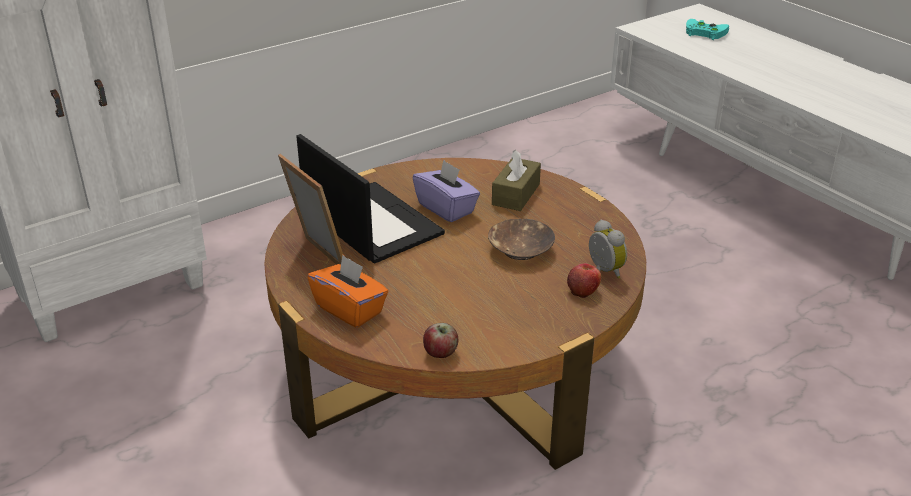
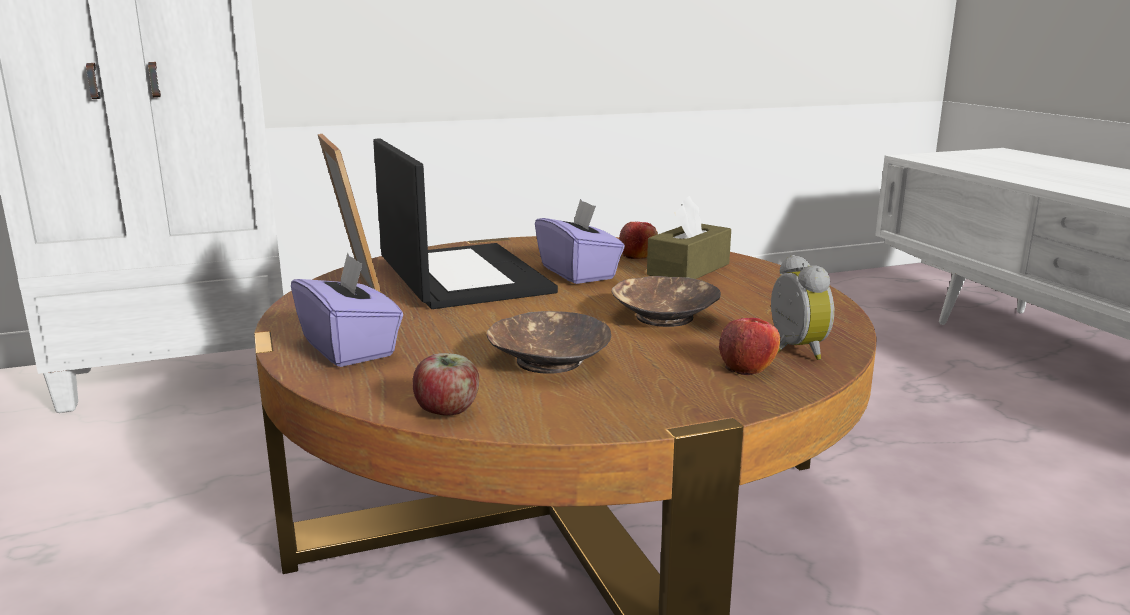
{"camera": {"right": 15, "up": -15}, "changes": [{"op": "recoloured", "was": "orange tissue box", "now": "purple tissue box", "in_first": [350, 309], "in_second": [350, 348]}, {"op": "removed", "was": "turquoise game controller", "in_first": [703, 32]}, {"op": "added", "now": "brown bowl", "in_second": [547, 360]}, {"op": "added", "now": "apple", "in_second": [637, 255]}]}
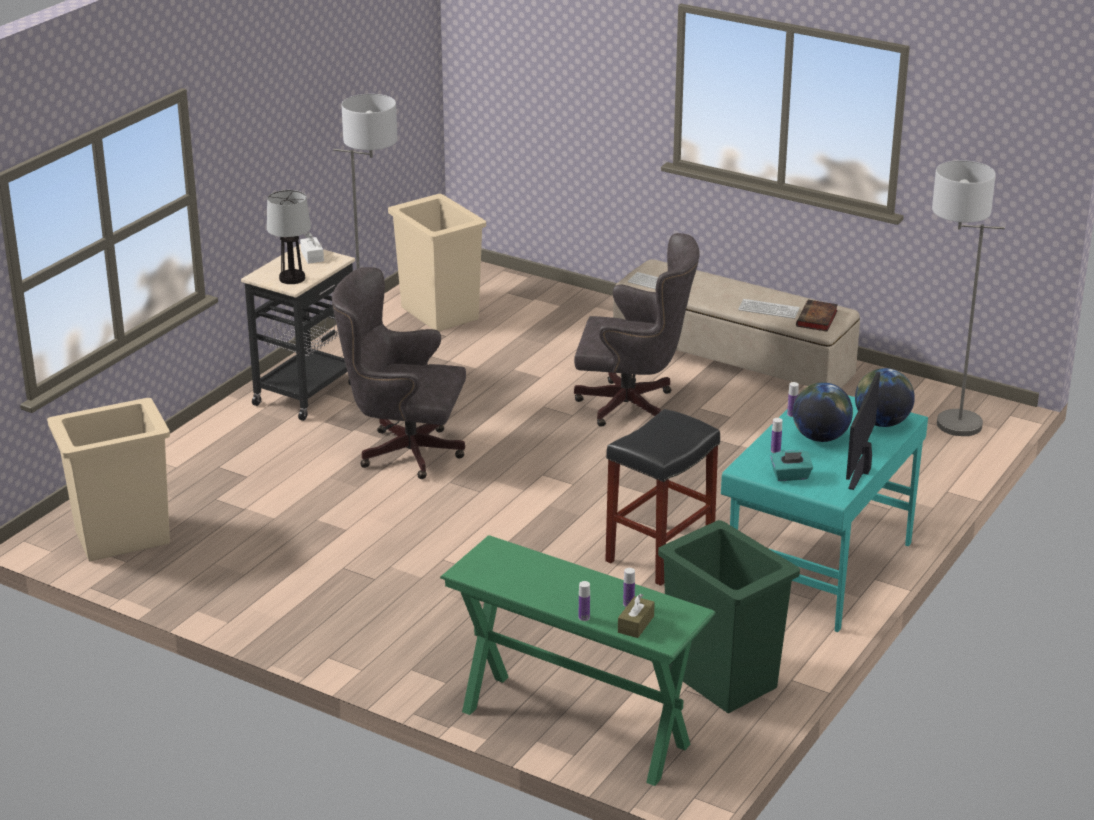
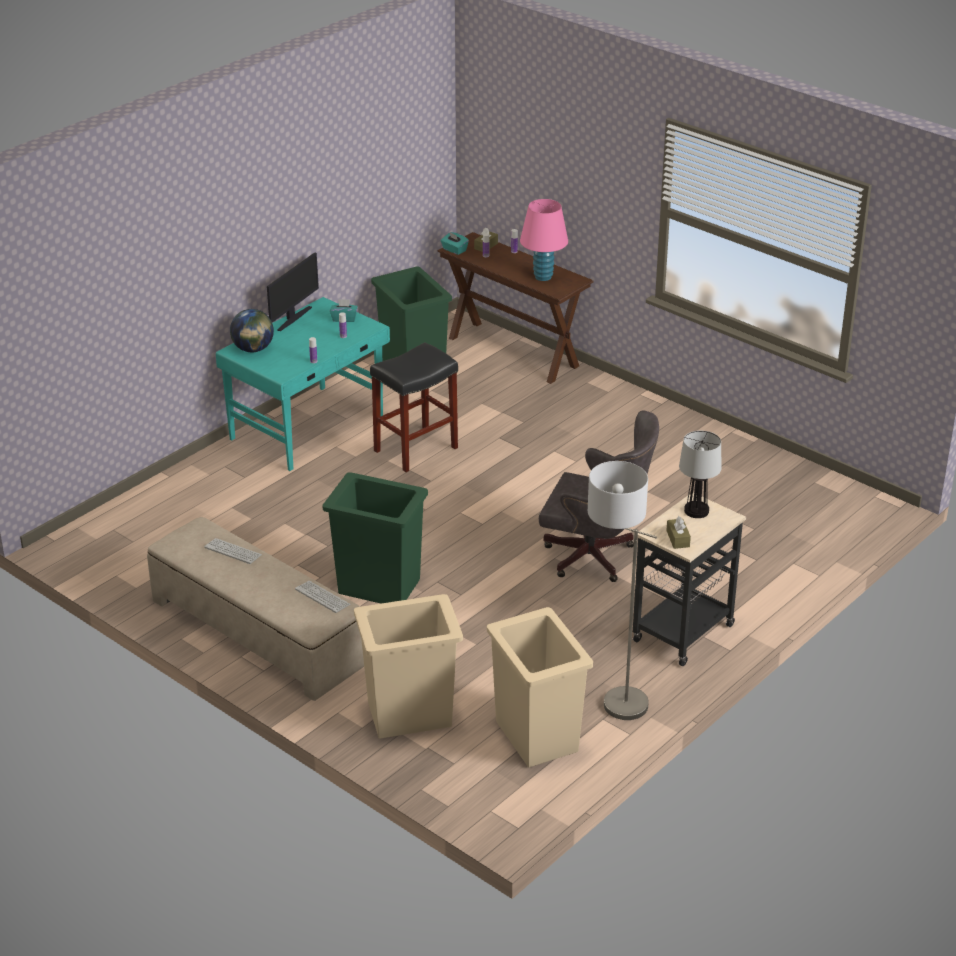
{"camera": {"right": -170, "up": 5}, "changes": [{"op": "moved", "was": "beige trash can", "in_first": [121, 537], "in_second": [411, 715]}, {"op": "recoloured", "was": "white tissue box", "now": "brown tissue box", "in_first": [312, 256], "in_second": [678, 539]}, {"op": "recoloured", "was": "green console table", "now": "brown console table", "in_first": [574, 727], "in_second": [513, 352]}, {"op": "replaced", "was": "grey office chair", "now": "green trash can", "in_first": [633, 406], "in_second": [378, 586]}, {"op": "removed", "was": "globe", "in_first": [820, 437]}, {"op": "removed", "was": "book", "in_first": [817, 319]}, {"op": "removed", "was": "grey floor lamp", "in_first": [945, 424]}, {"op": "added", "now": "turquoise tissue box", "in_second": [454, 250]}, {"op": "added", "now": "pink table lamp", "in_second": [543, 277]}]}
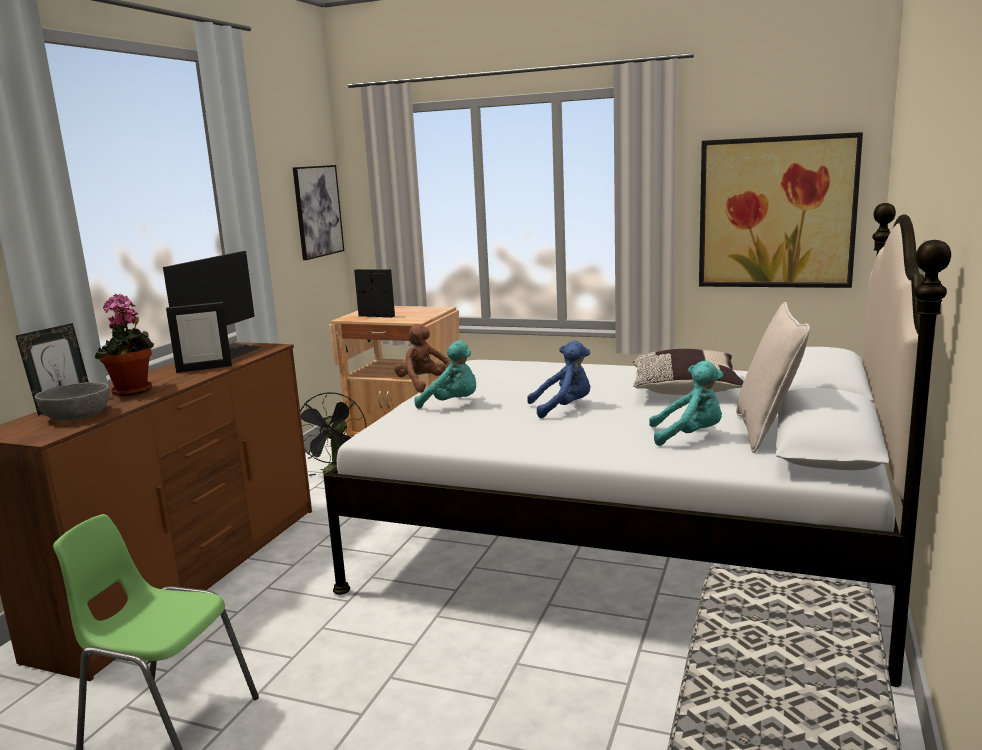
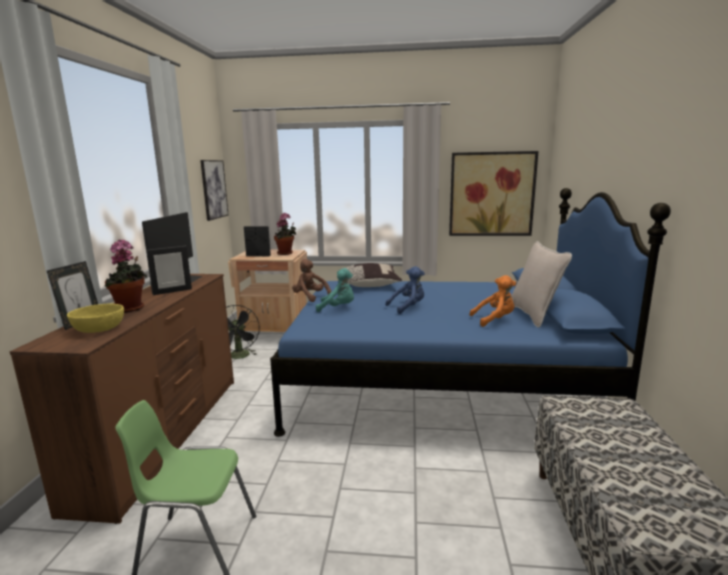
{"camera": {"right": -15, "up": 0}, "changes": [{"op": "recoloured", "was": "grey bowl", "now": "yellow bowl", "in_first": [77, 415], "in_second": [99, 328]}, {"op": "recoloured", "was": "white bed", "now": "blue bed", "in_first": [623, 544], "in_second": [438, 386]}, {"op": "moved", "was": "pillow", "in_first": [684, 390], "in_second": [370, 285]}, {"op": "recoloured", "was": "turquoise plush toy", "now": "orange plush toy", "in_first": [689, 436], "in_second": [495, 320]}, {"op": "added", "now": "potted plant", "in_second": [286, 253]}]}
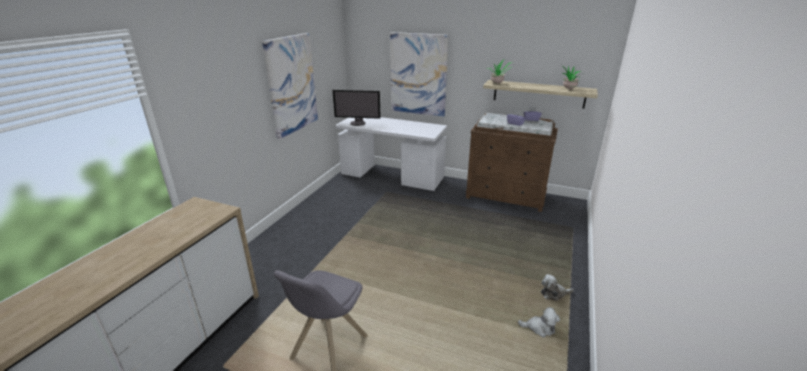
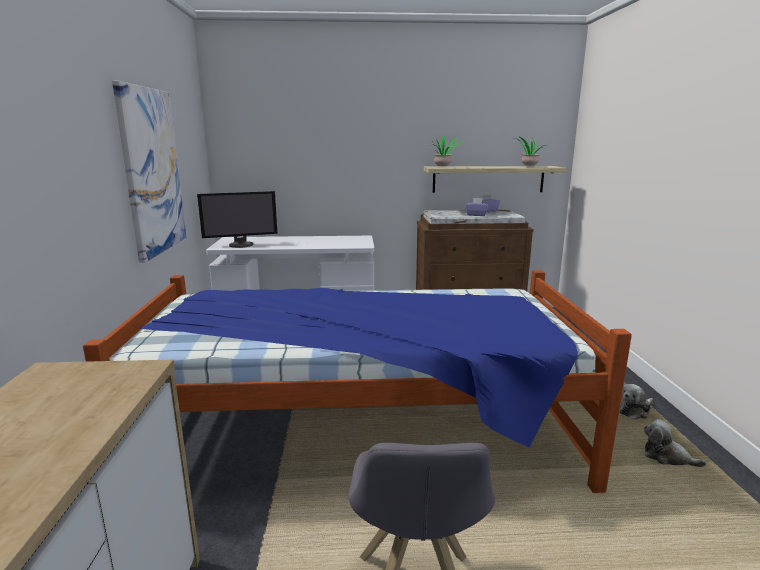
{"camera": {"right": -25, "up": -10}, "changes": [{"op": "removed", "was": "picture", "in_first": [418, 74]}, {"op": "turned", "was": "plush toy", "in_first": [539, 328], "in_second": [667, 457], "clockwise": -135}, {"op": "added", "now": "bed", "in_second": [364, 438]}]}
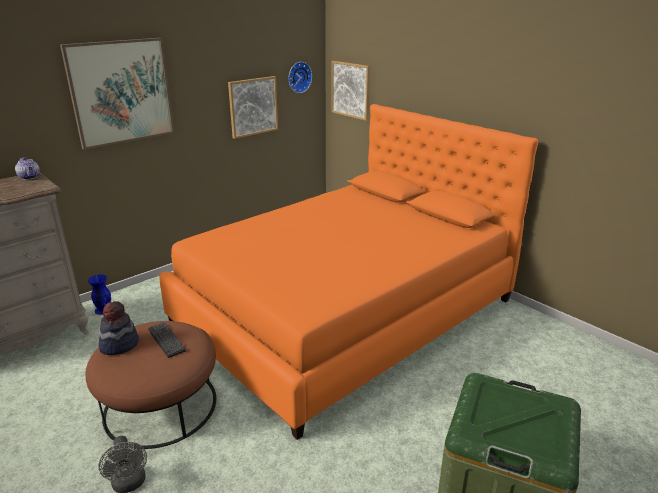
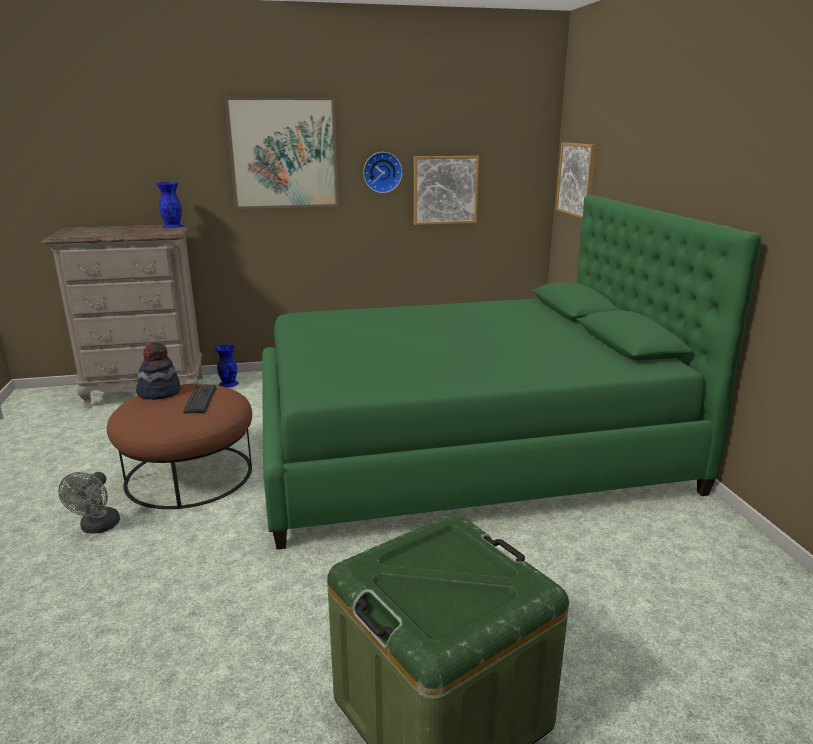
{"camera": {"right": 30, "up": -5}, "changes": [{"op": "replaced", "was": "teapot", "now": "blue vase", "in_first": [30, 177], "in_second": [173, 226]}, {"op": "recoloured", "was": "orange bed", "now": "green bed", "in_first": [345, 311], "in_second": [463, 447]}, {"op": "moved", "was": "wall clock", "in_first": [298, 77], "in_second": [382, 172]}]}
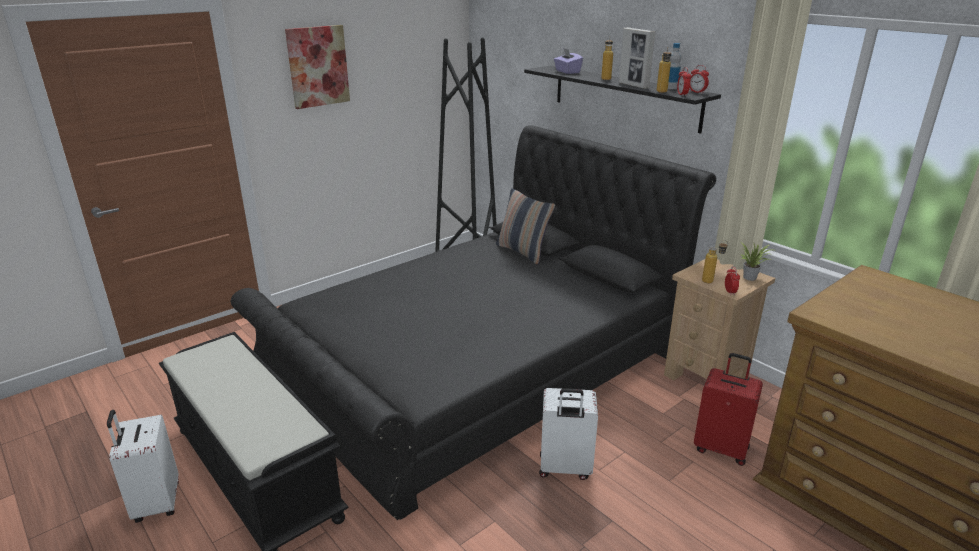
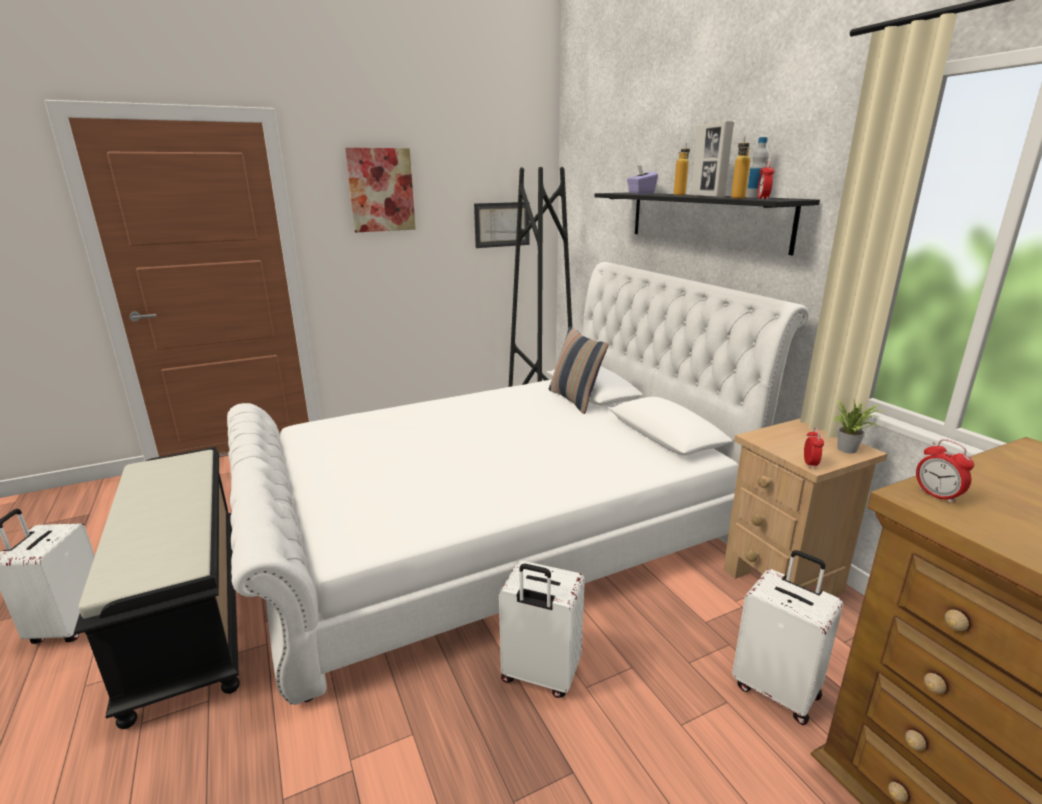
{"camera": {"right": 15, "up": -5}, "changes": [{"op": "recoloured", "was": "black bed", "now": "white bed", "in_first": [477, 365], "in_second": [495, 523]}, {"op": "moved", "was": "alarm clock", "in_first": [697, 92], "in_second": [937, 496]}, {"op": "recoloured", "was": "red suitcase", "now": "white suitcase", "in_first": [721, 448], "in_second": [777, 689]}, {"op": "removed", "was": "bottle", "in_first": [711, 281]}, {"op": "added", "now": "picture", "in_second": [502, 224]}]}
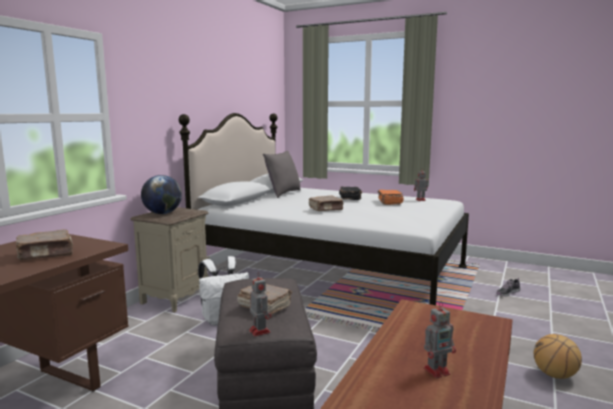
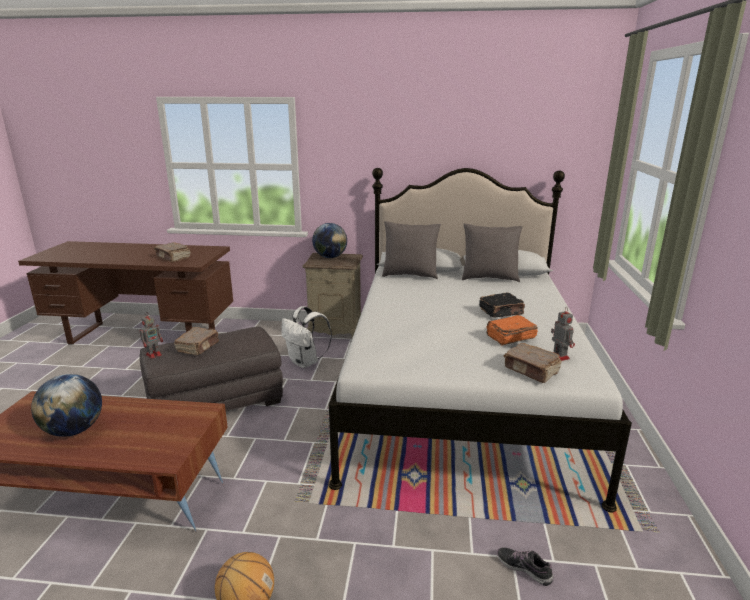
{"camera": {"right": 70, "up": 10}, "changes": [{"op": "moved", "was": "brown book", "in_first": [326, 209], "in_second": [531, 371]}, {"op": "replaced", "was": "toy robot", "now": "globe", "in_first": [437, 370], "in_second": [74, 430]}, {"op": "added", "now": "grey pillow", "in_second": [410, 275]}]}
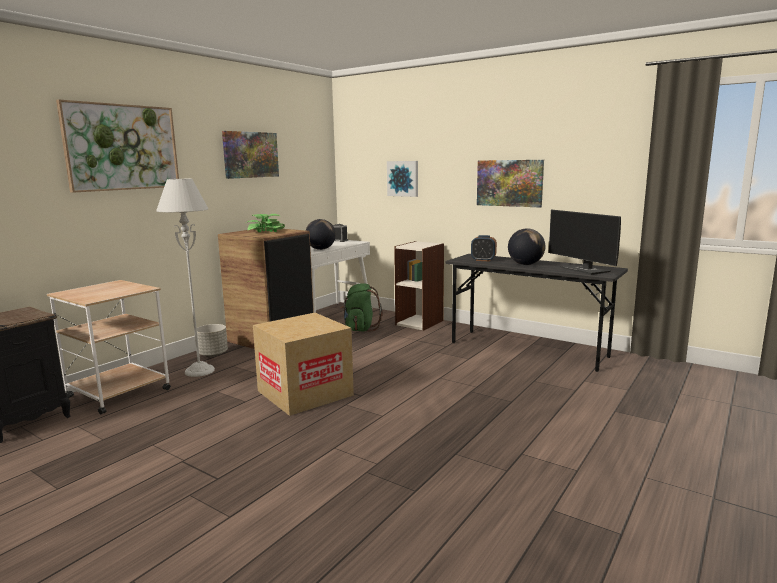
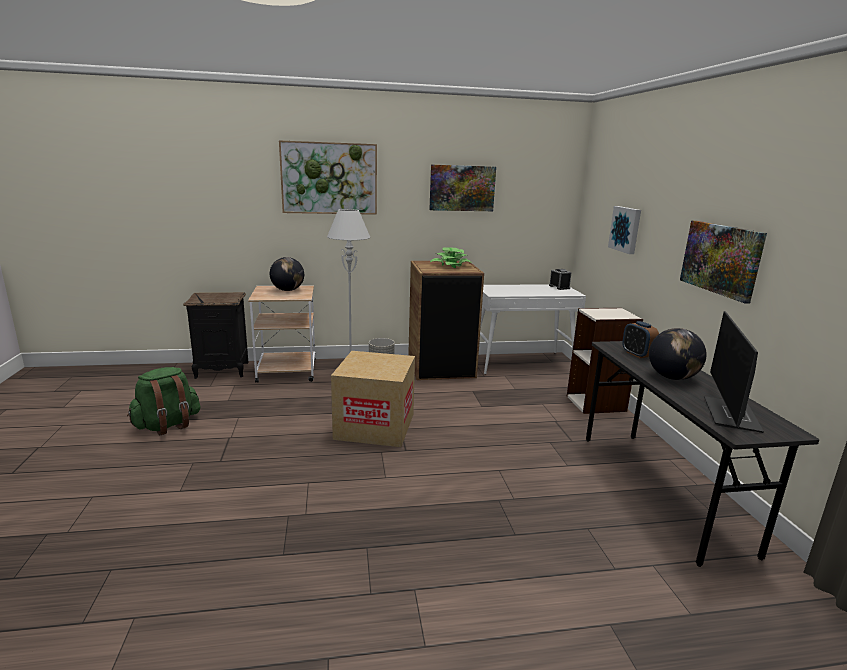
{"camera": {"right": 45, "up": 5}, "changes": [{"op": "moved", "was": "globe", "in_first": [321, 249], "in_second": [288, 290]}, {"op": "moved", "was": "green backpack", "in_first": [360, 329], "in_second": [167, 425]}]}
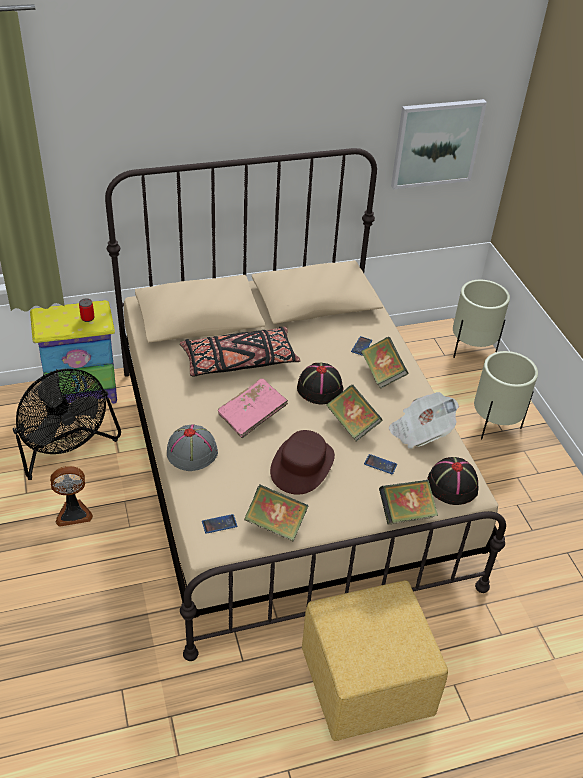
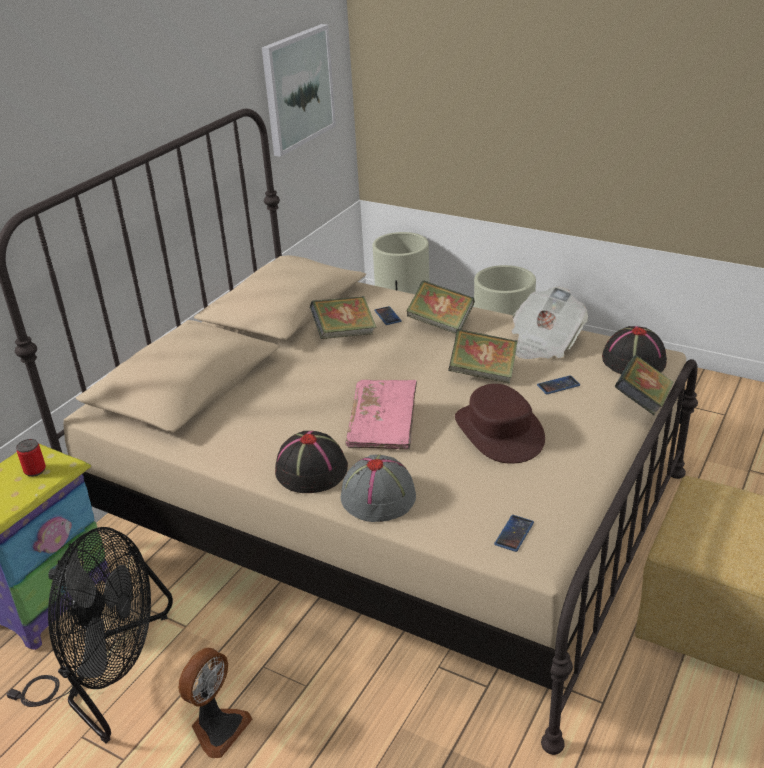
{"camera": {"right": -40, "up": -10}, "changes": [{"op": "removed", "was": "black pillow", "in_first": [239, 361]}, {"op": "moved", "was": "book", "in_first": [275, 524], "in_second": [344, 334]}, {"op": "moved", "was": "black hat", "in_first": [320, 388], "in_second": [310, 470]}]}
